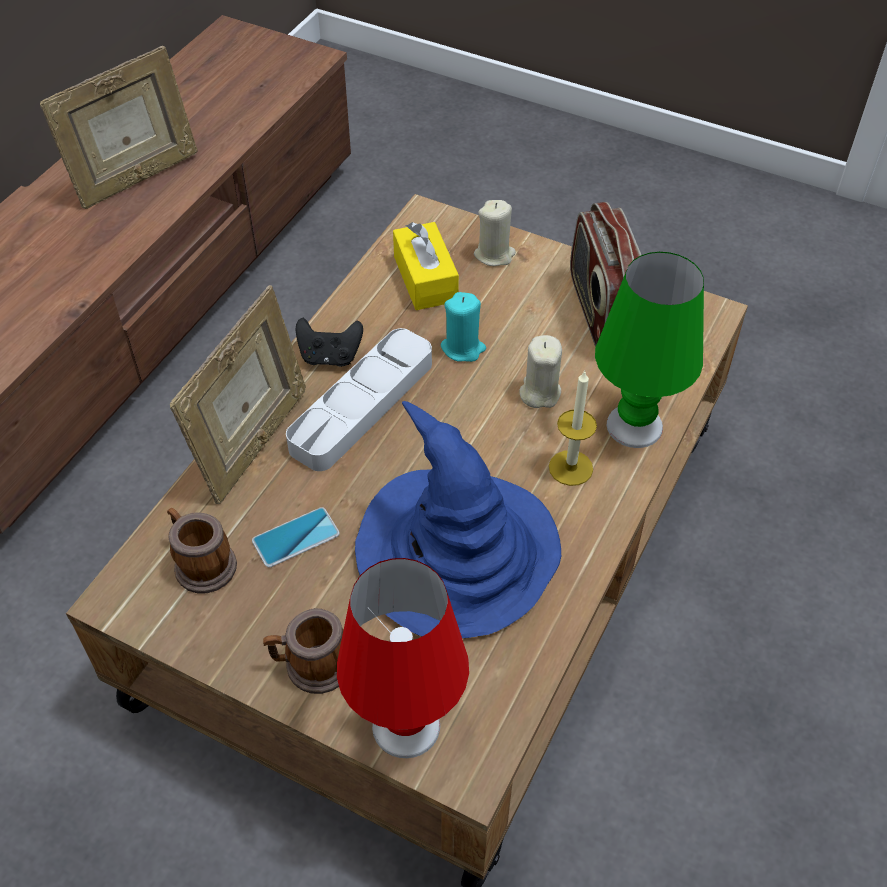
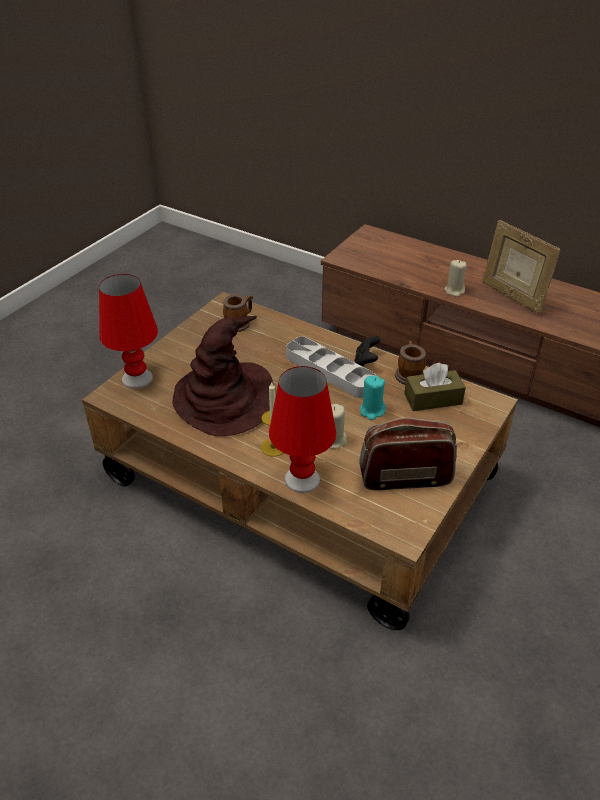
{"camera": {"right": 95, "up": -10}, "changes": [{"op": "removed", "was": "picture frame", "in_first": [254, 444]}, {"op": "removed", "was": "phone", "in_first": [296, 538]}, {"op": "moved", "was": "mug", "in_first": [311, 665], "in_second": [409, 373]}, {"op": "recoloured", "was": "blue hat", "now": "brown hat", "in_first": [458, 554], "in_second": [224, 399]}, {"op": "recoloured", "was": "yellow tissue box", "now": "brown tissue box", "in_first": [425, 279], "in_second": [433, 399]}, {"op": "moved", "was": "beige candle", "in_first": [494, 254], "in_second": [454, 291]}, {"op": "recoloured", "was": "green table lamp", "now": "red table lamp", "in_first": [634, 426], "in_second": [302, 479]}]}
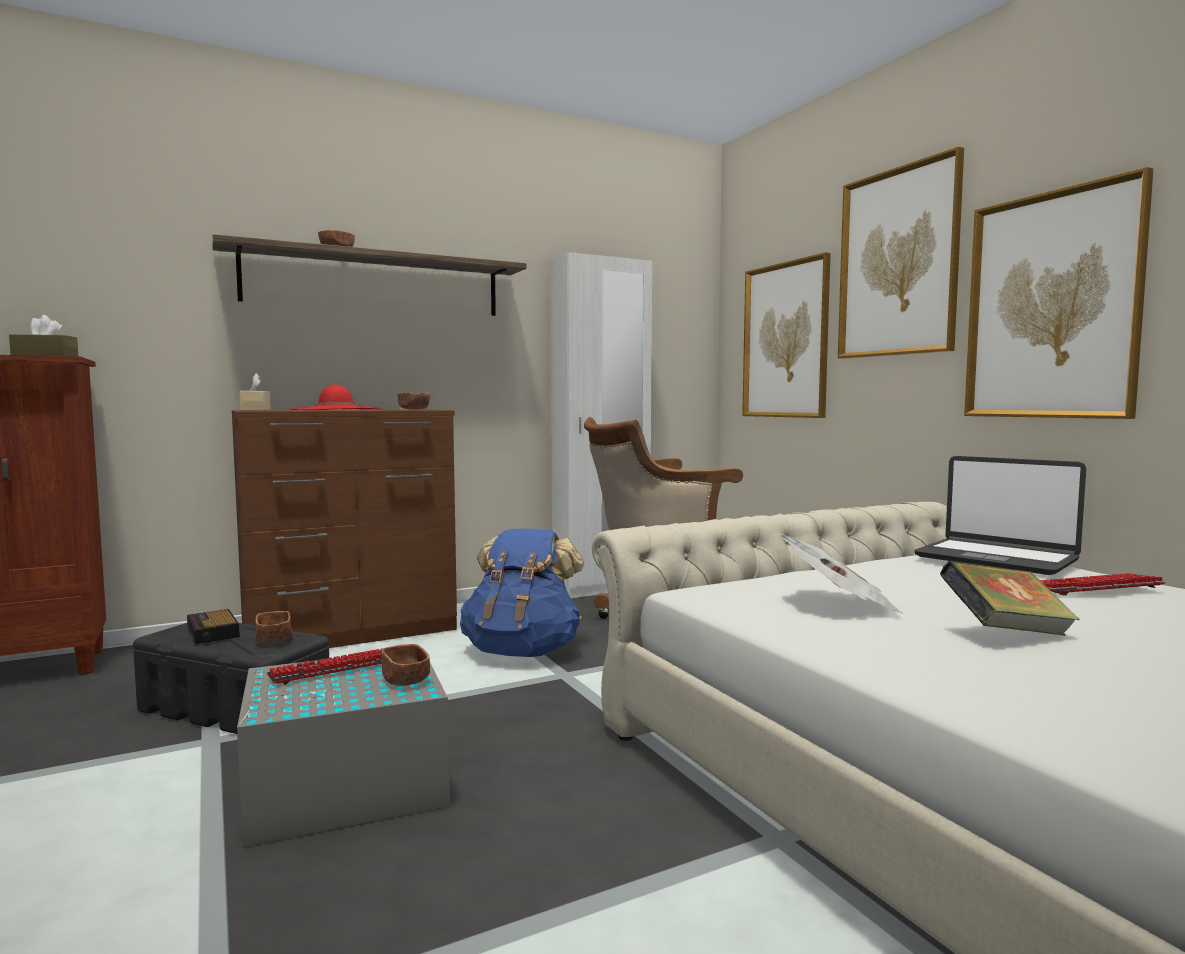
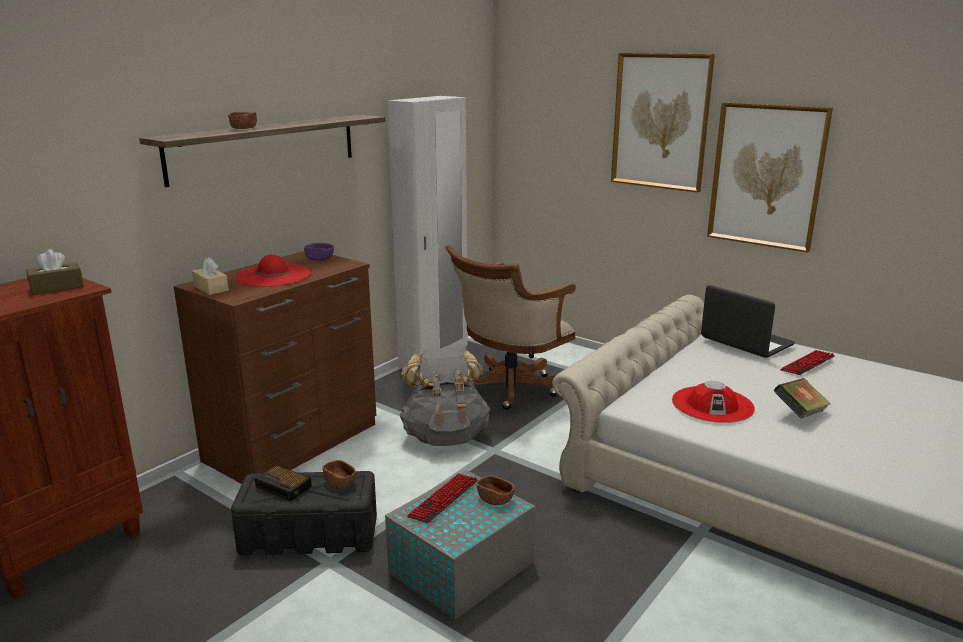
{"camera": {"right": -25, "up": 15}, "changes": [{"op": "recoloured", "was": "brown bowl", "now": "purple bowl", "in_first": [414, 409], "in_second": [319, 259]}, {"op": "recoloured", "was": "blue backpack", "now": "grey backpack", "in_first": [522, 652], "in_second": [445, 436]}, {"op": "removed", "was": "picture", "in_first": [785, 340]}, {"op": "replaced", "was": "newspaper", "now": "red hat", "in_first": [839, 604], "in_second": [712, 404]}, {"op": "turned", "was": "laptop", "in_first": [996, 558], "in_second": [746, 342], "clockwise": -150}]}
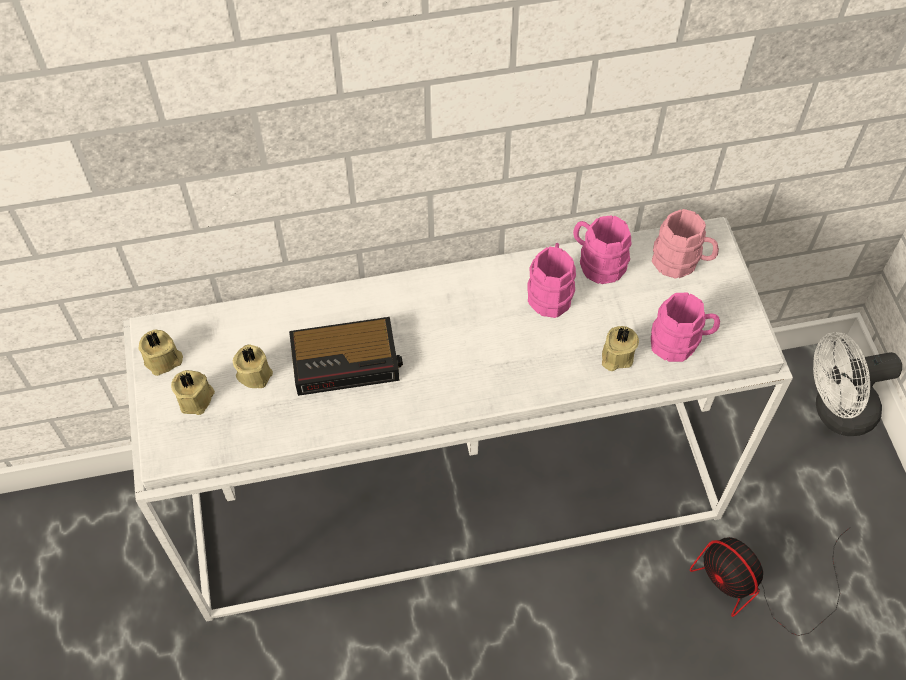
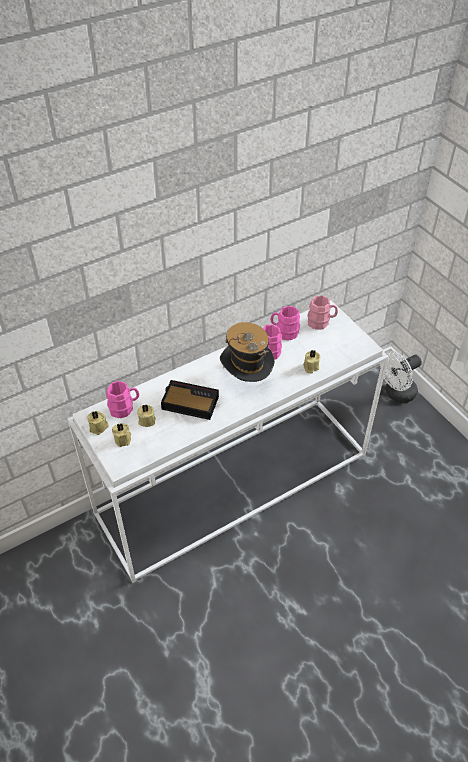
{"camera": {"right": -20, "up": -10}, "changes": [{"op": "turned", "was": "alarm clock", "in_first": [347, 361], "in_second": [189, 402], "clockwise": -135}, {"op": "moved", "was": "pink mug", "in_first": [680, 342], "in_second": [124, 408]}, {"op": "removed", "was": "fan", "in_first": [757, 586]}, {"op": "added", "now": "hat", "in_second": [246, 379]}]}
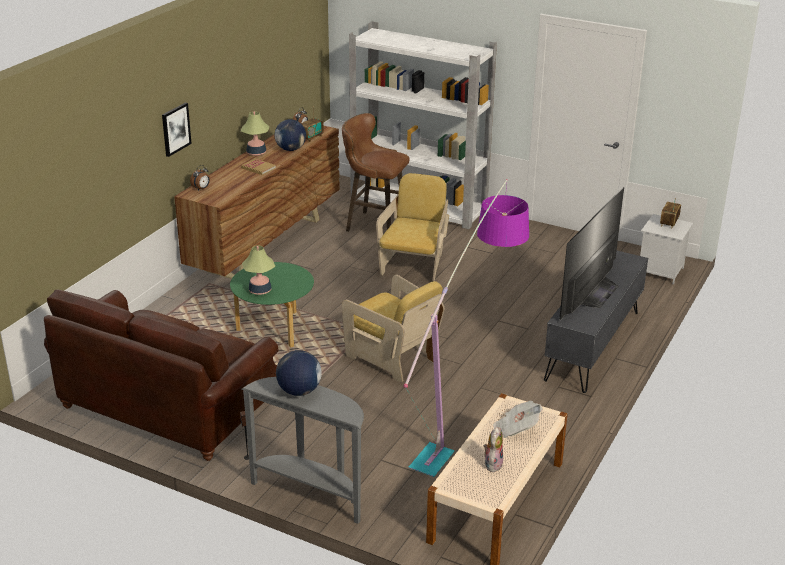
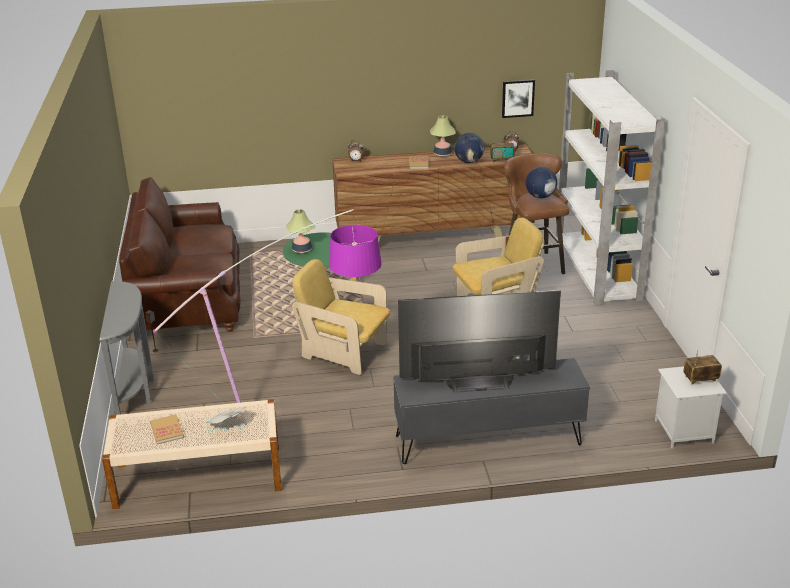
{"camera": {"right": 55, "up": 0}, "changes": [{"op": "moved", "was": "picture", "in_first": [175, 129], "in_second": [518, 98]}, {"op": "moved", "was": "globe", "in_first": [299, 391], "in_second": [540, 197]}, {"op": "turned", "was": "yellow armchair", "in_first": [392, 357], "in_second": [344, 353], "clockwise": 105}, {"op": "replaced", "was": "plush toy", "now": "book", "in_first": [492, 464], "in_second": [167, 431]}]}
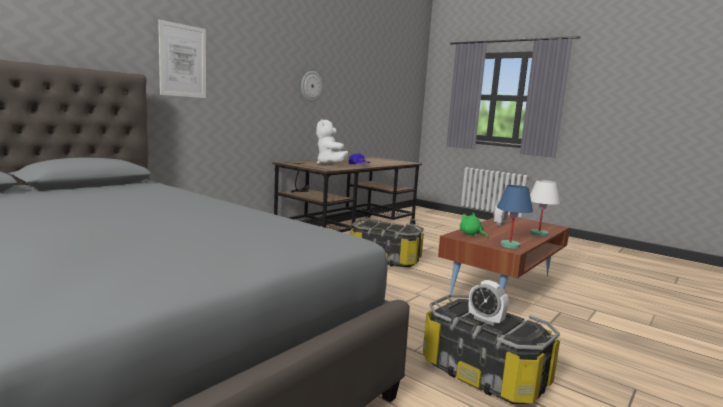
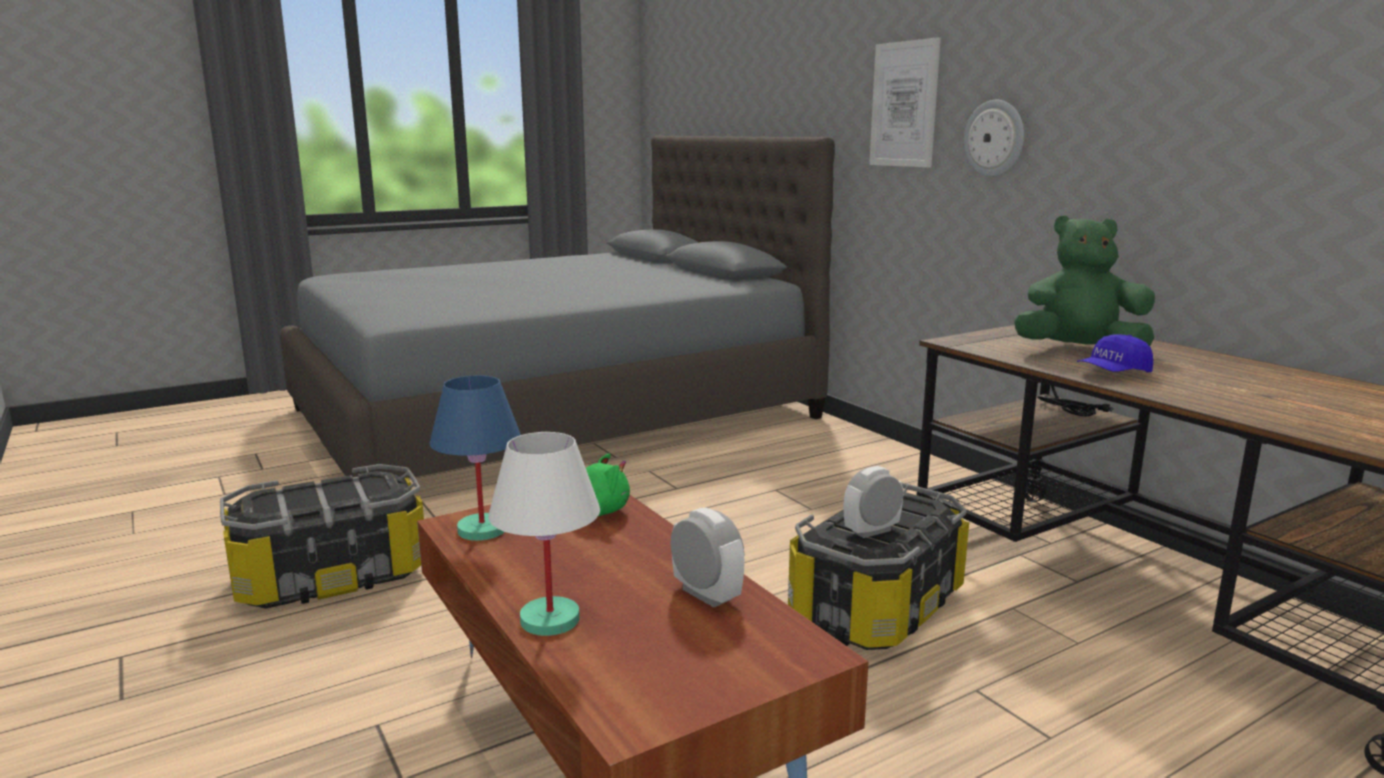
{"camera": {"right": 110, "up": 5}, "changes": [{"op": "moved", "was": "wall clock", "in_first": [311, 86], "in_second": [994, 138]}, {"op": "recoloured", "was": "white plush toy", "now": "green plush toy", "in_first": [330, 164], "in_second": [1079, 351]}, {"op": "moved", "was": "alarm clock", "in_first": [485, 320], "in_second": [871, 531]}]}
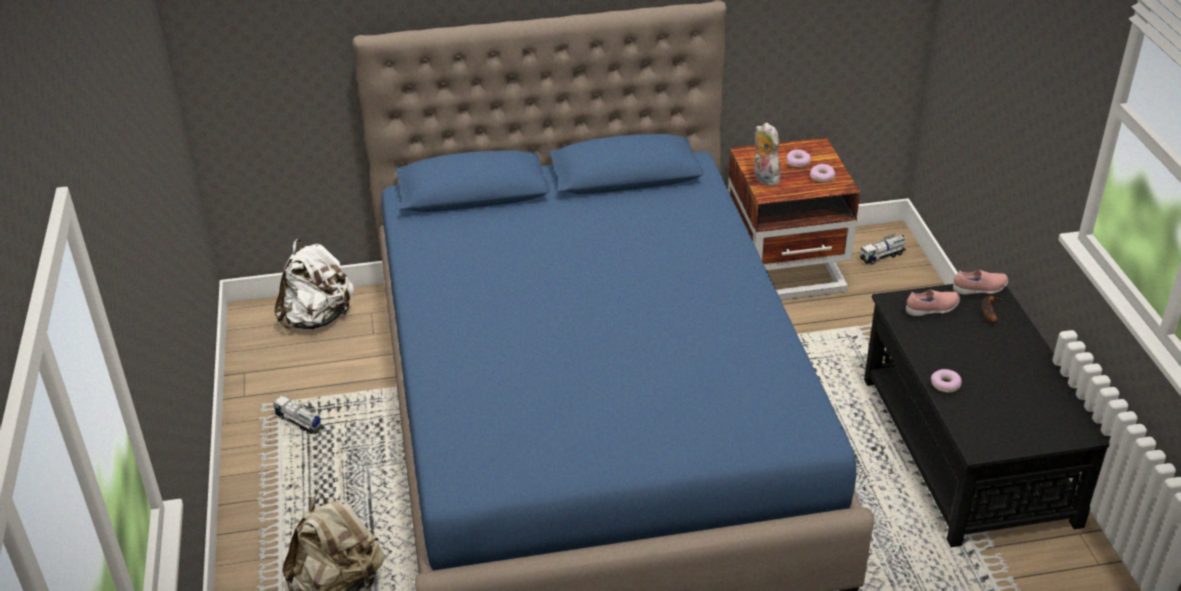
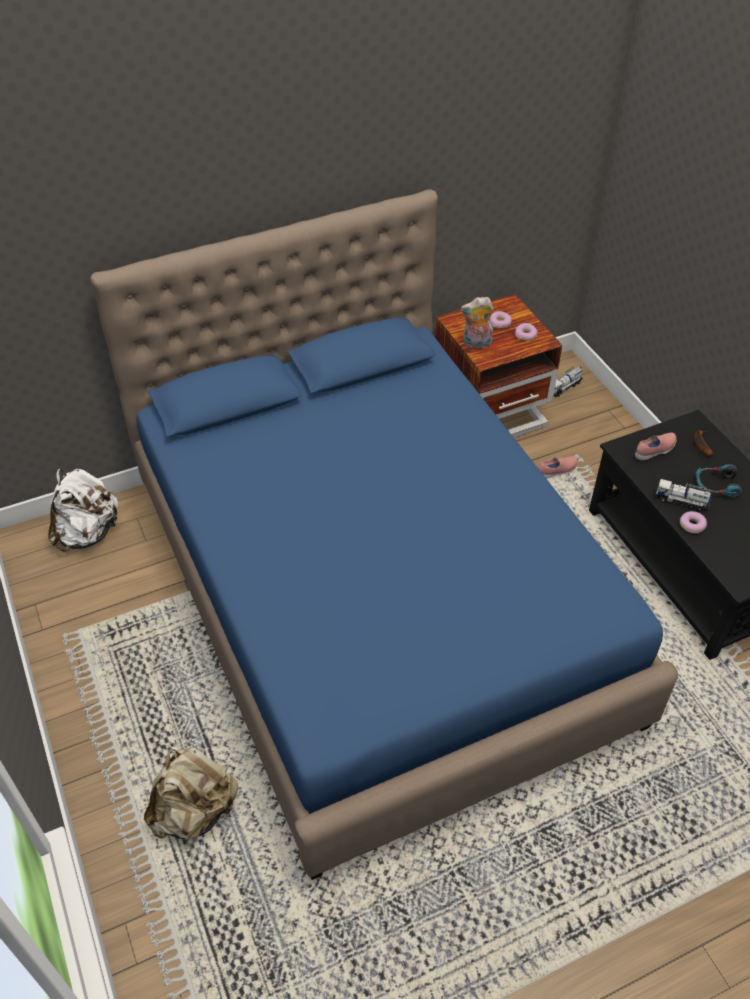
{"camera": {"right": -15, "up": 10}, "changes": [{"op": "moved", "was": "toy truck", "in_first": [299, 422], "in_second": [681, 501]}, {"op": "turned", "was": "plush toy", "in_first": [763, 178], "in_second": [476, 343], "clockwise": -45}, {"op": "moved", "was": "pink shoe", "in_first": [979, 289], "in_second": [557, 471]}, {"op": "added", "now": "headphones", "in_second": [715, 485]}]}
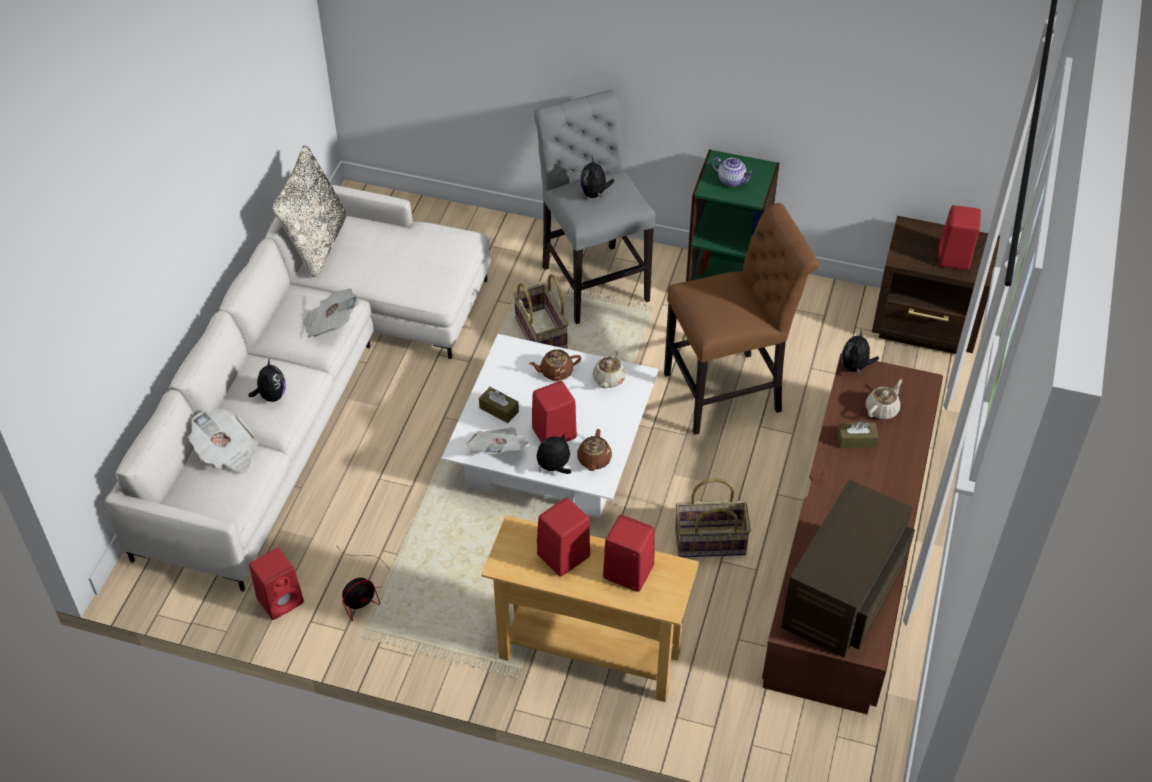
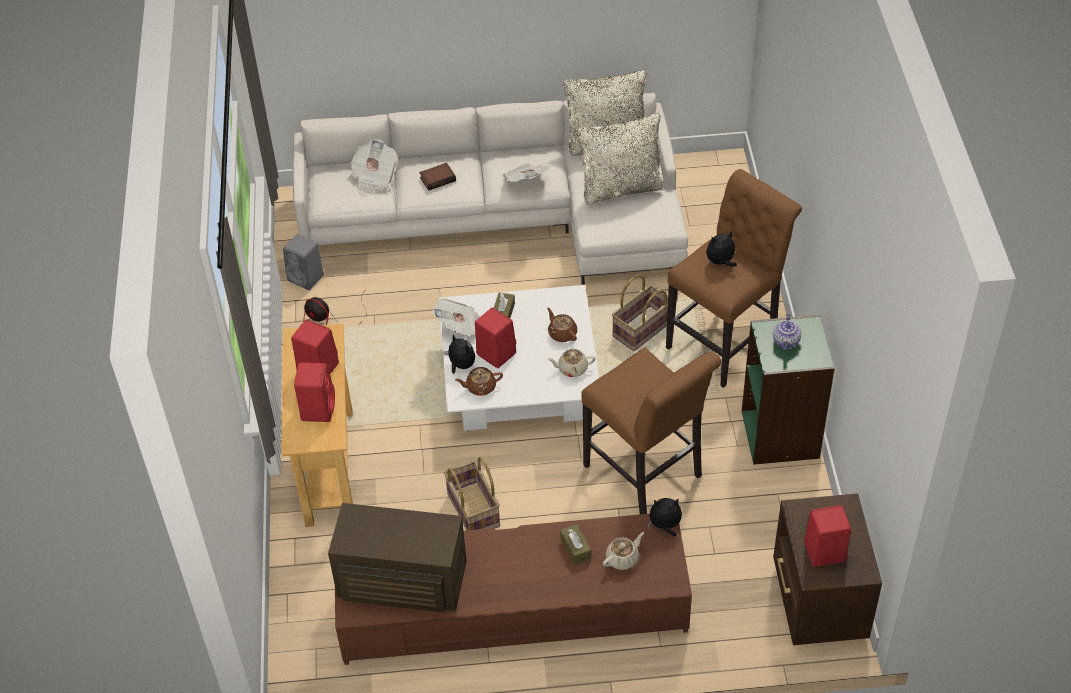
{"camera": {"right": 70, "up": 0}, "changes": [{"op": "replaced", "was": "plush toy", "now": "book", "in_first": [271, 396], "in_second": [438, 178]}, {"op": "recoloured", "was": "red speaker", "now": "grey speaker", "in_first": [281, 600], "in_second": [307, 278]}, {"op": "recoloured", "was": "grey stool", "now": "brown stool", "in_first": [593, 279], "in_second": [726, 342]}, {"op": "turned", "was": "beige teapot", "in_first": [882, 409], "in_second": [623, 558], "clockwise": -60}, {"op": "added", "now": "beige pillow", "in_second": [622, 190]}]}
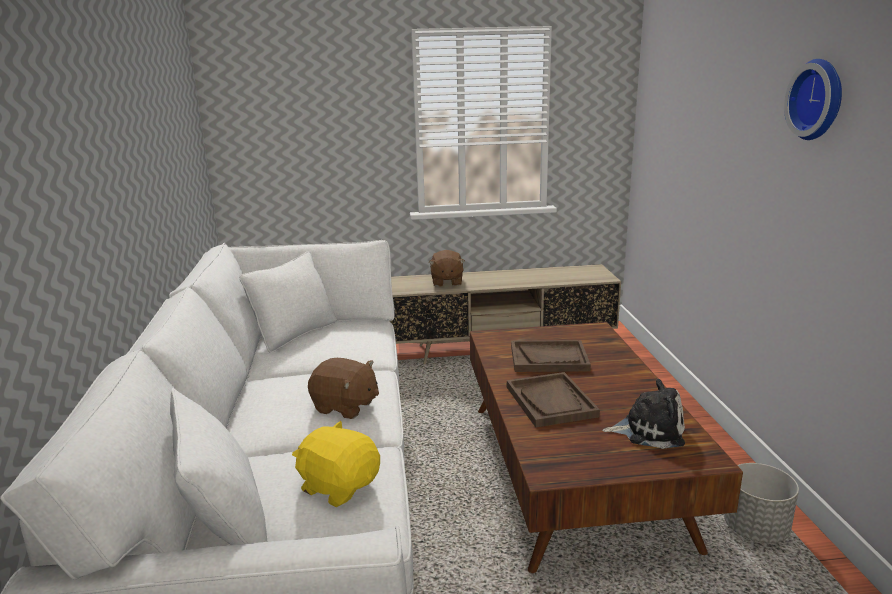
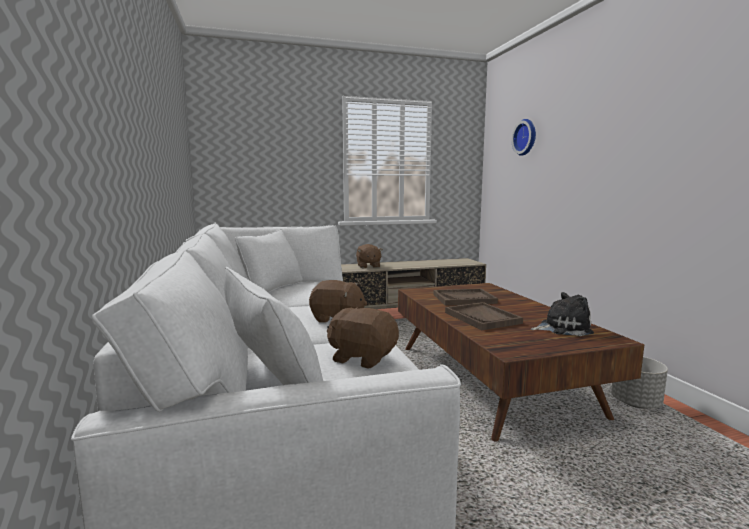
{"camera": {"right": -10, "up": -10}, "changes": [{"op": "recoloured", "was": "yellow plush toy", "now": "brown plush toy", "in_first": [339, 486], "in_second": [362, 357]}, {"op": "moved", "was": "wall clock", "in_first": [819, 99], "in_second": [526, 137]}]}
